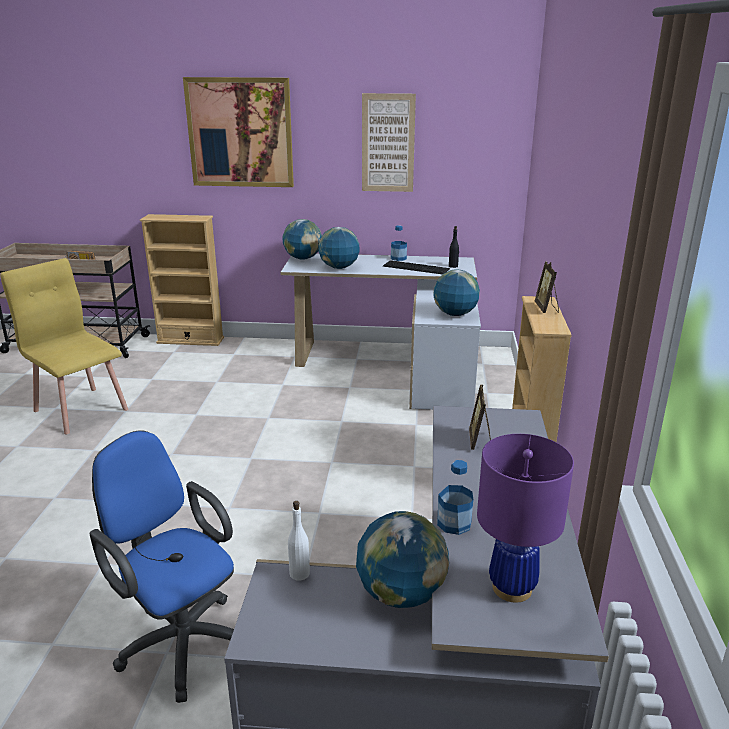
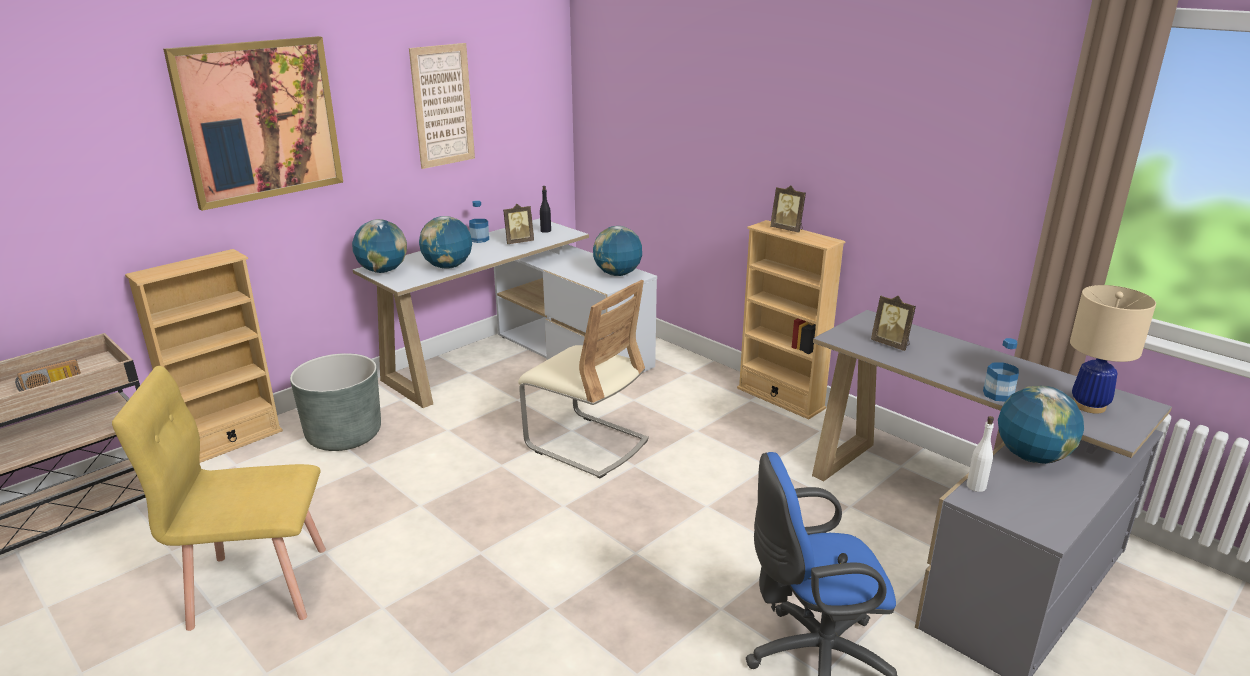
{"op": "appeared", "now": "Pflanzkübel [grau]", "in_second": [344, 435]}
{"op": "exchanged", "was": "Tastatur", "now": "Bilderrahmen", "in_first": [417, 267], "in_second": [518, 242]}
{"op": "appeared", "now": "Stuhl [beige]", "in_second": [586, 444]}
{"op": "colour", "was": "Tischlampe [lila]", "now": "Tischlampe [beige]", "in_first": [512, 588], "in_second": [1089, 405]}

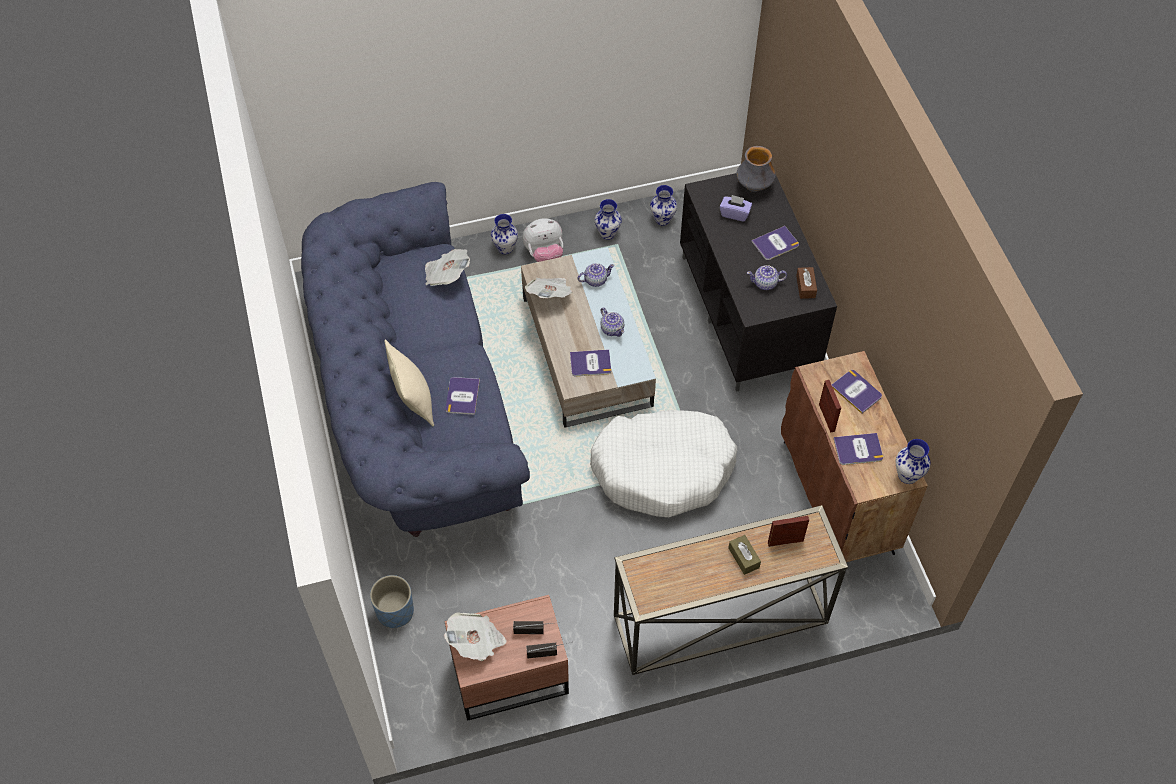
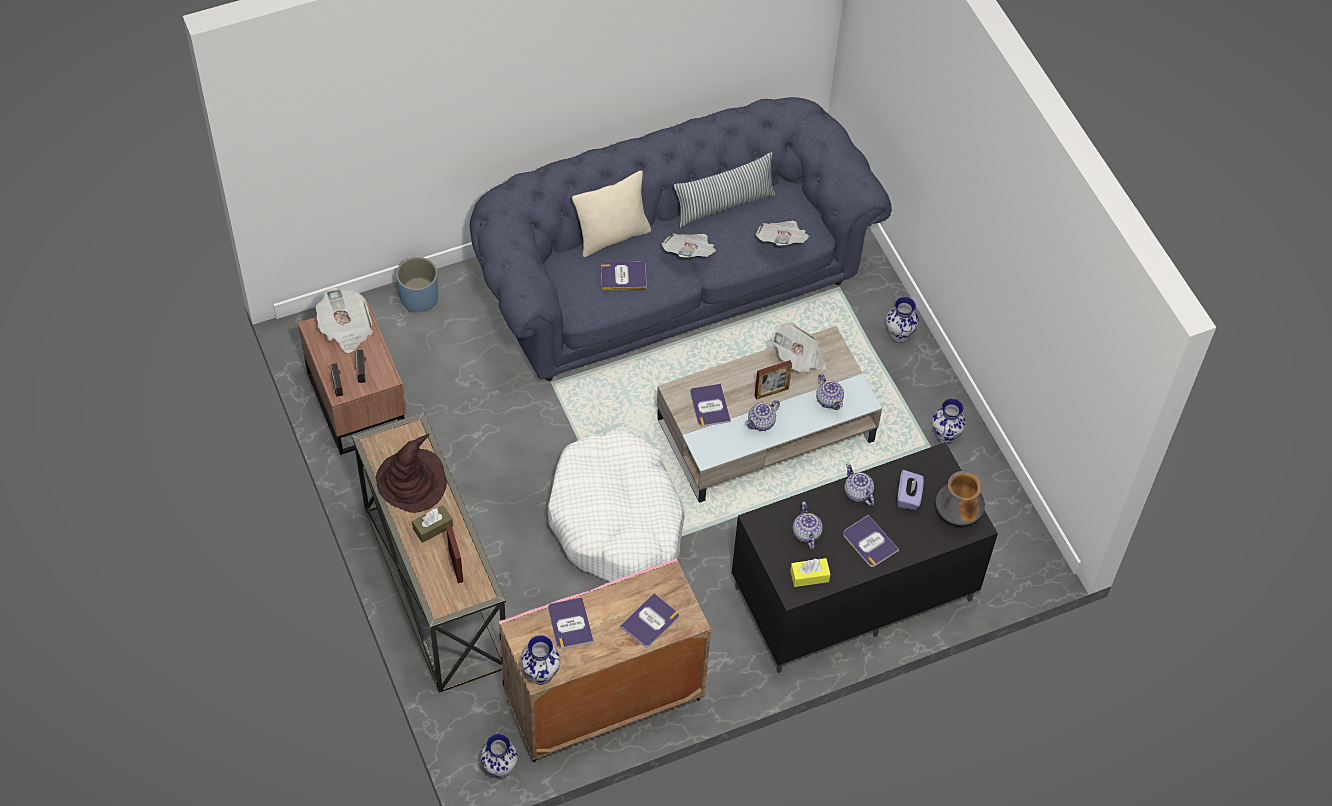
{"op": "appeared", "now": "Hut [braun]", "in_second": [412, 481]}
{"op": "relocated", "was": "Vase", "in_first": [663, 219], "in_second": [500, 769]}
{"op": "colour", "was": "Schrank [braun]", "now": "Schrank [rosa]", "in_first": [838, 497], "in_second": [602, 701]}
{"op": "appeared", "now": "Zeitung", "in_second": [689, 253]}
{"op": "appeared", "now": "Kissen", "in_second": [724, 205]}
{"op": "relocated", "was": "Bilderrahmen", "in_first": [826, 418], "in_second": [771, 392]}
{"op": "colour", "was": "Taschentuchbox [braun]", "now": "Taschentuchbox [gelb]", "in_first": [805, 286], "in_second": [809, 576]}
{"op": "appeared", "now": "Teekanne", "in_second": [858, 493]}
{"op": "missing", "was": "Plüschtier", "in_first": [544, 254]}

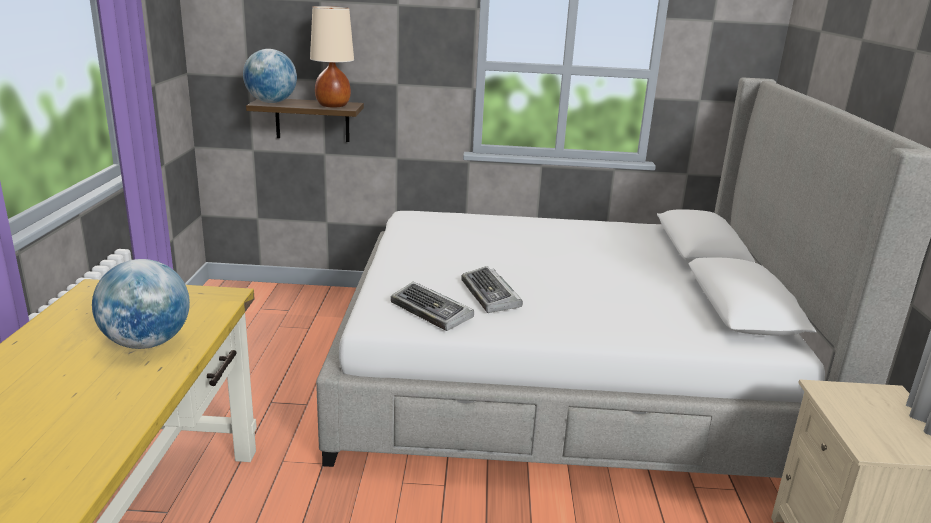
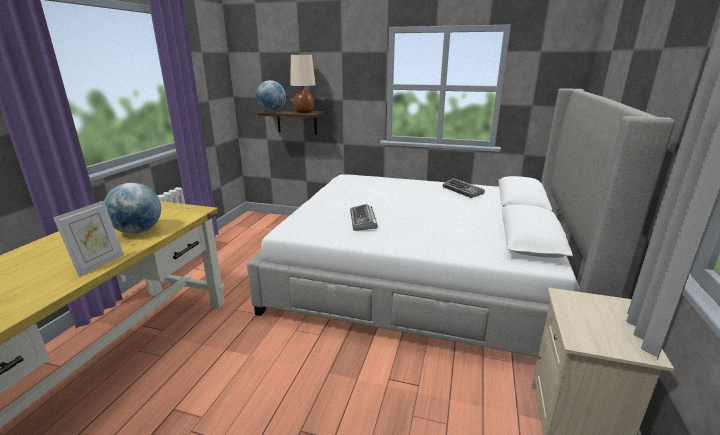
{"op": "appeared", "now": "Bilderrahmen", "in_second": [99, 264]}
{"op": "relocated", "was": "Tastatur", "in_first": [432, 312], "in_second": [463, 191]}

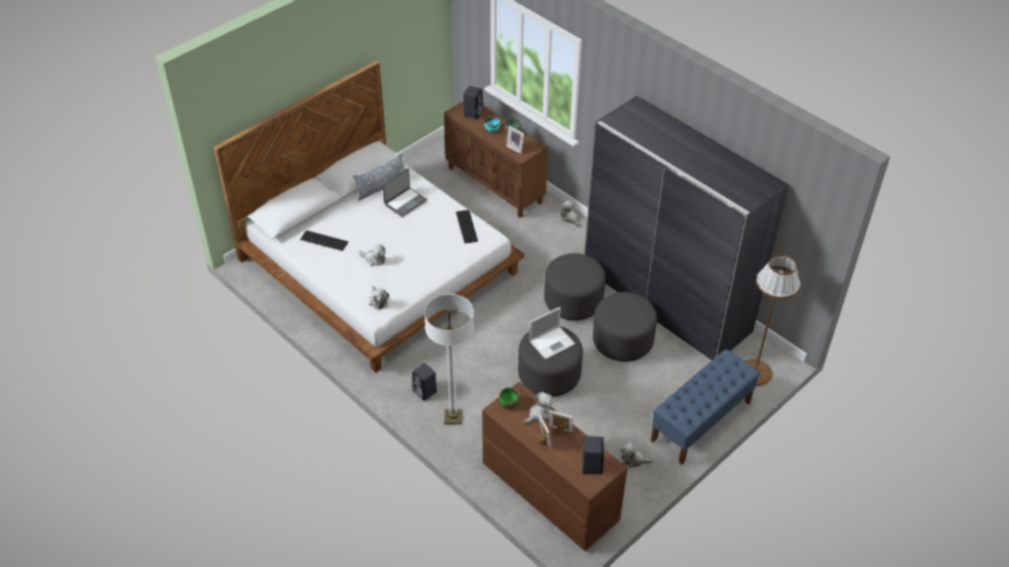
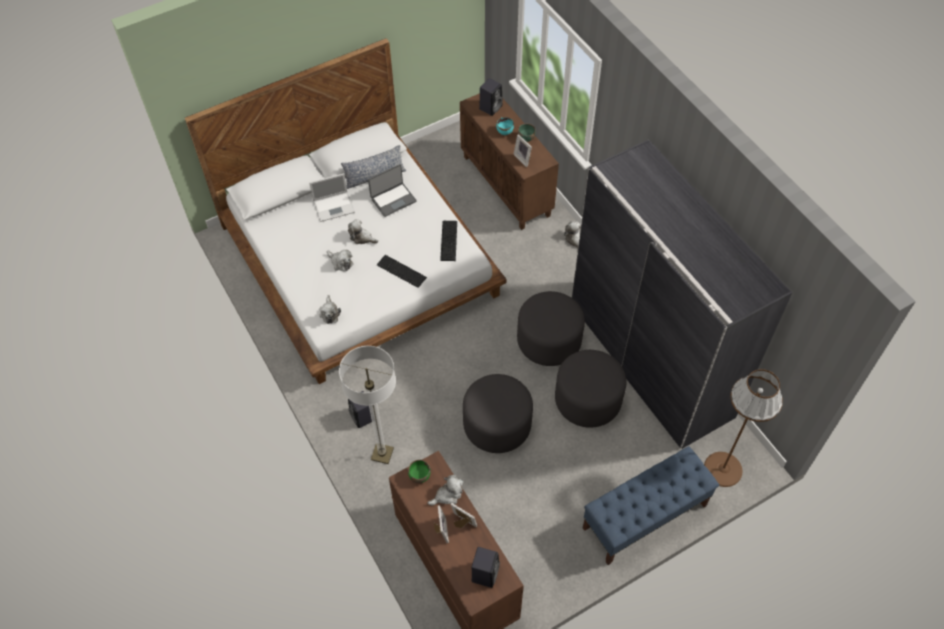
{"op": "relocated", "was": "Laptop", "in_first": [552, 342], "in_second": [334, 206]}
{"op": "relocated", "was": "Plüschtier", "in_first": [633, 460], "in_second": [362, 238]}
{"op": "relocated", "was": "Tastatur", "in_first": [324, 241], "in_second": [401, 272]}

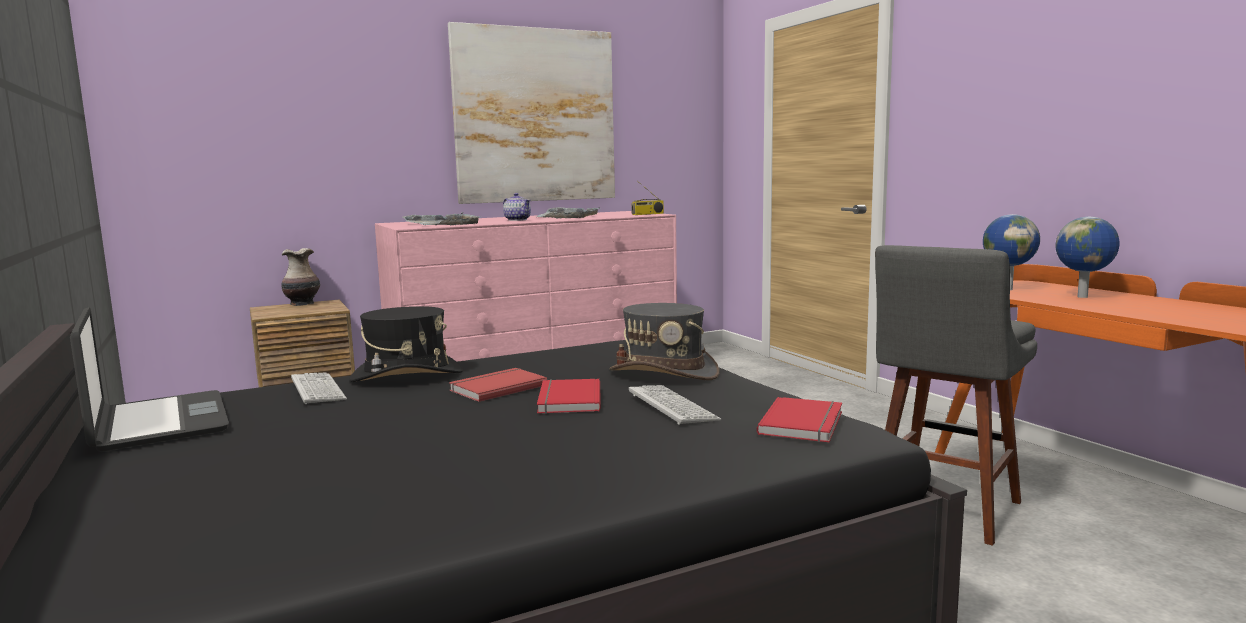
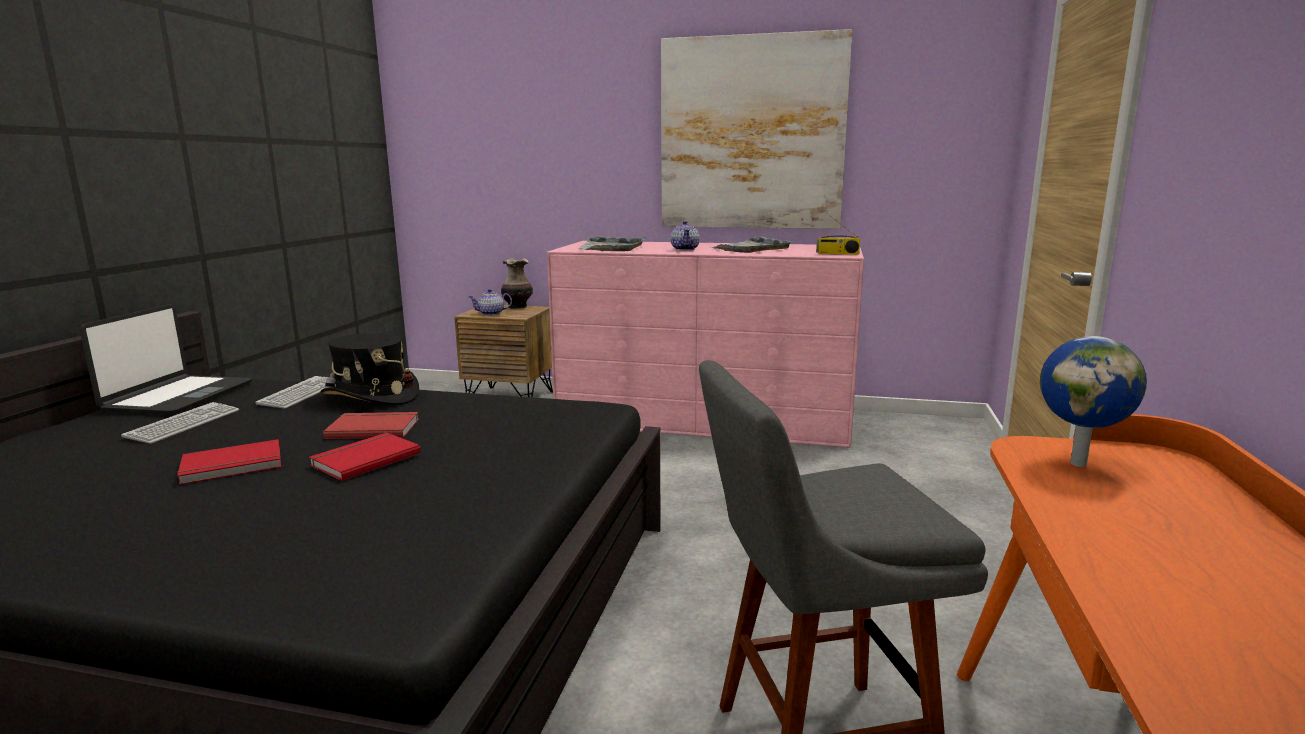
{"op": "relocated", "was": "Tastatur", "in_first": [672, 406], "in_second": [184, 424]}
{"op": "relocated", "was": "Buch [rot]", "in_first": [804, 423], "in_second": [232, 466]}
{"op": "appeared", "now": "Teekanne", "in_second": [491, 313]}
{"op": "missing", "was": "Hut [grau]", "in_first": [664, 373]}
{"op": "missing", "was": "Globus", "in_first": [1083, 297]}

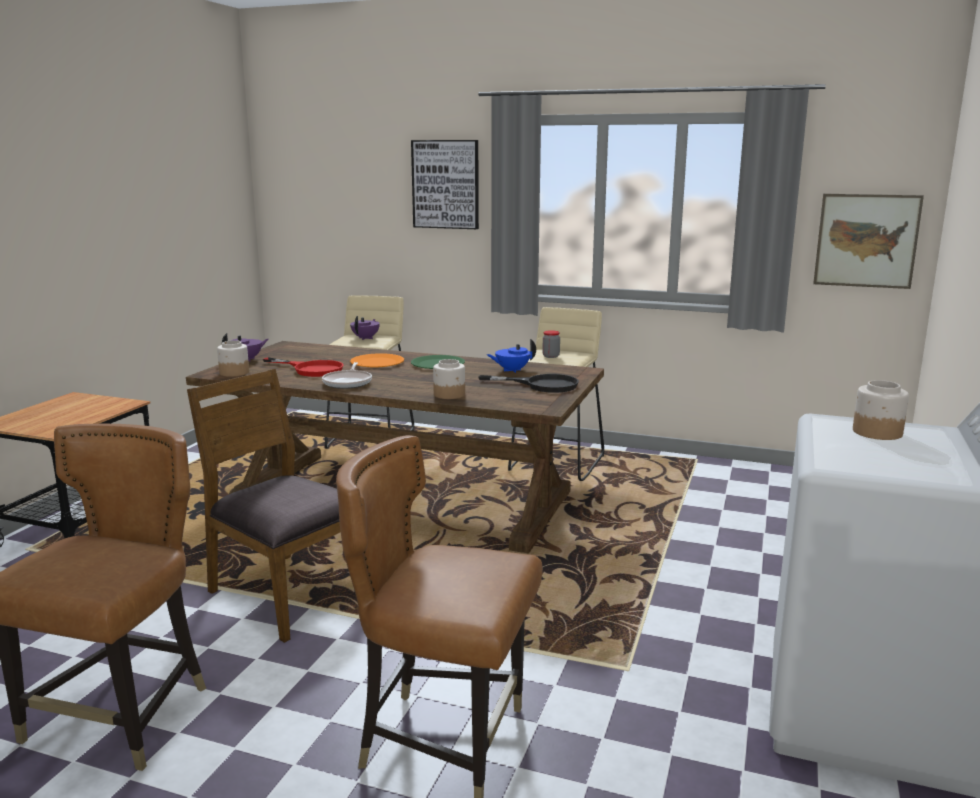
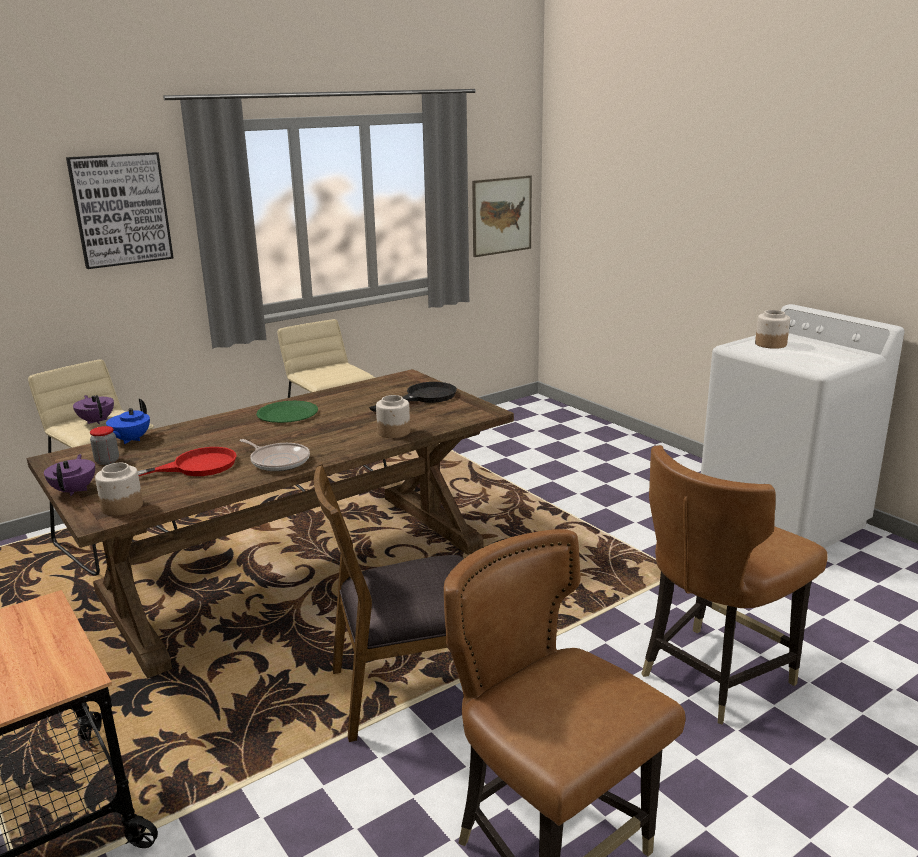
{"op": "relocated", "was": "Vorratsglas", "in_first": [551, 356], "in_second": [107, 461]}
{"op": "relocated", "was": "Teekanne [blau]", "in_first": [511, 370], "in_second": [130, 440]}
{"op": "missing", "was": "Teller [orange]", "in_first": [377, 362]}

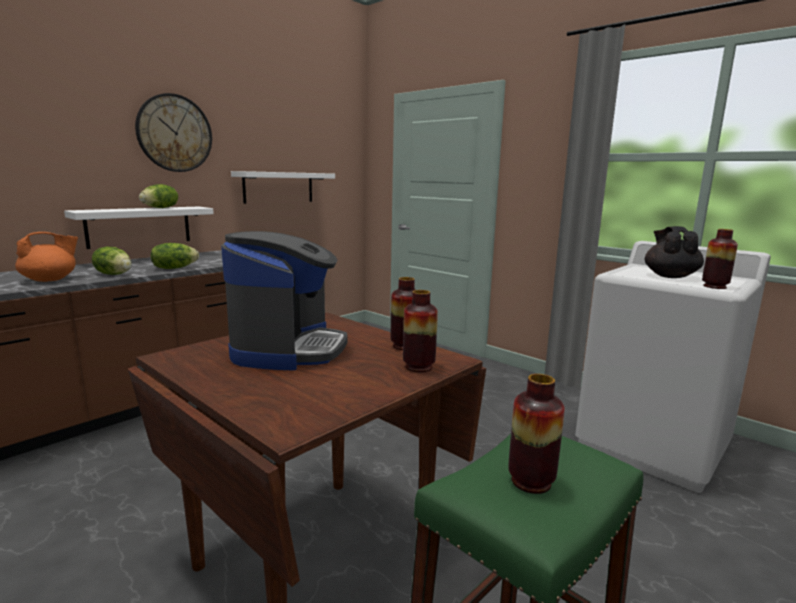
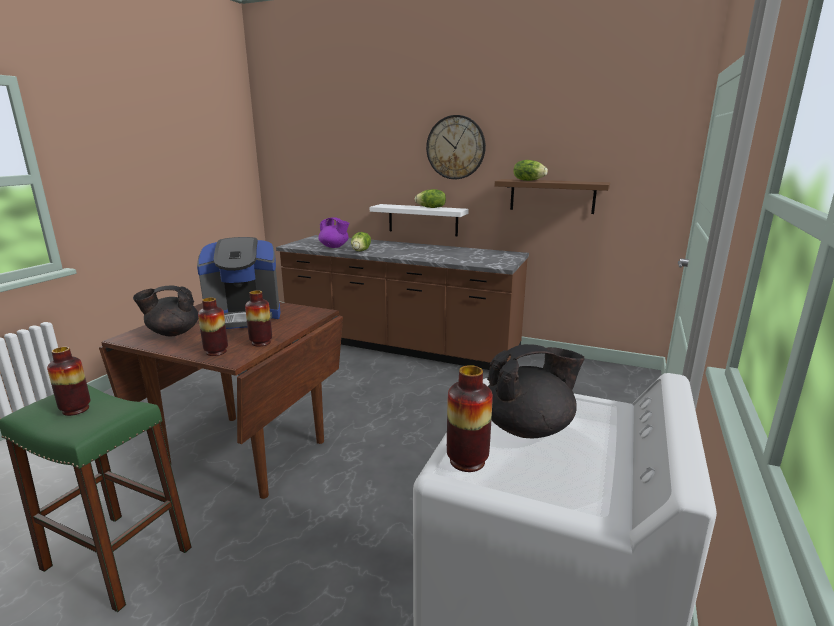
{"op": "appeared", "now": "Teekanne [schwarz]", "in_second": [173, 333]}
{"op": "colour", "was": "Teekanne [orange]", "now": "Teekanne [lila]", "in_first": [50, 280], "in_second": [334, 247]}
{"op": "colour", "was": "Wandregal [weiß]", "now": "Wandregal [braun]", "in_first": [278, 187], "in_second": [552, 196]}
{"op": "relocated", "was": "Salatkopf", "in_first": [174, 268], "in_second": [528, 180]}

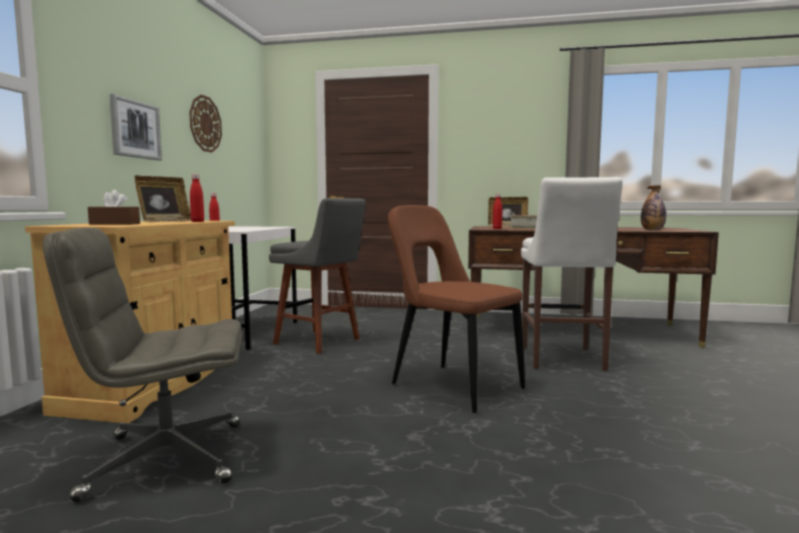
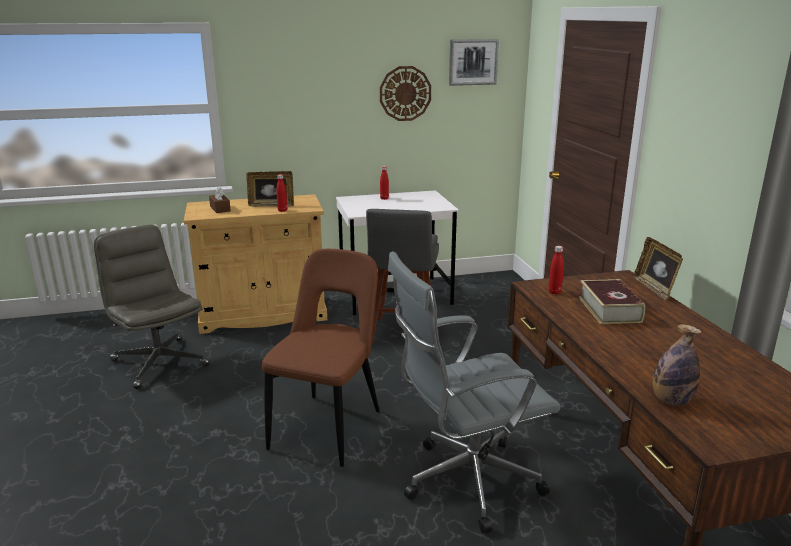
{"op": "exchanged", "was": "Hocker [weiß]", "now": "Bürostuhl [grau]", "in_first": [562, 360], "in_second": [465, 483]}
{"op": "relocated", "was": "Bild", "in_first": [135, 129], "in_second": [473, 62]}

